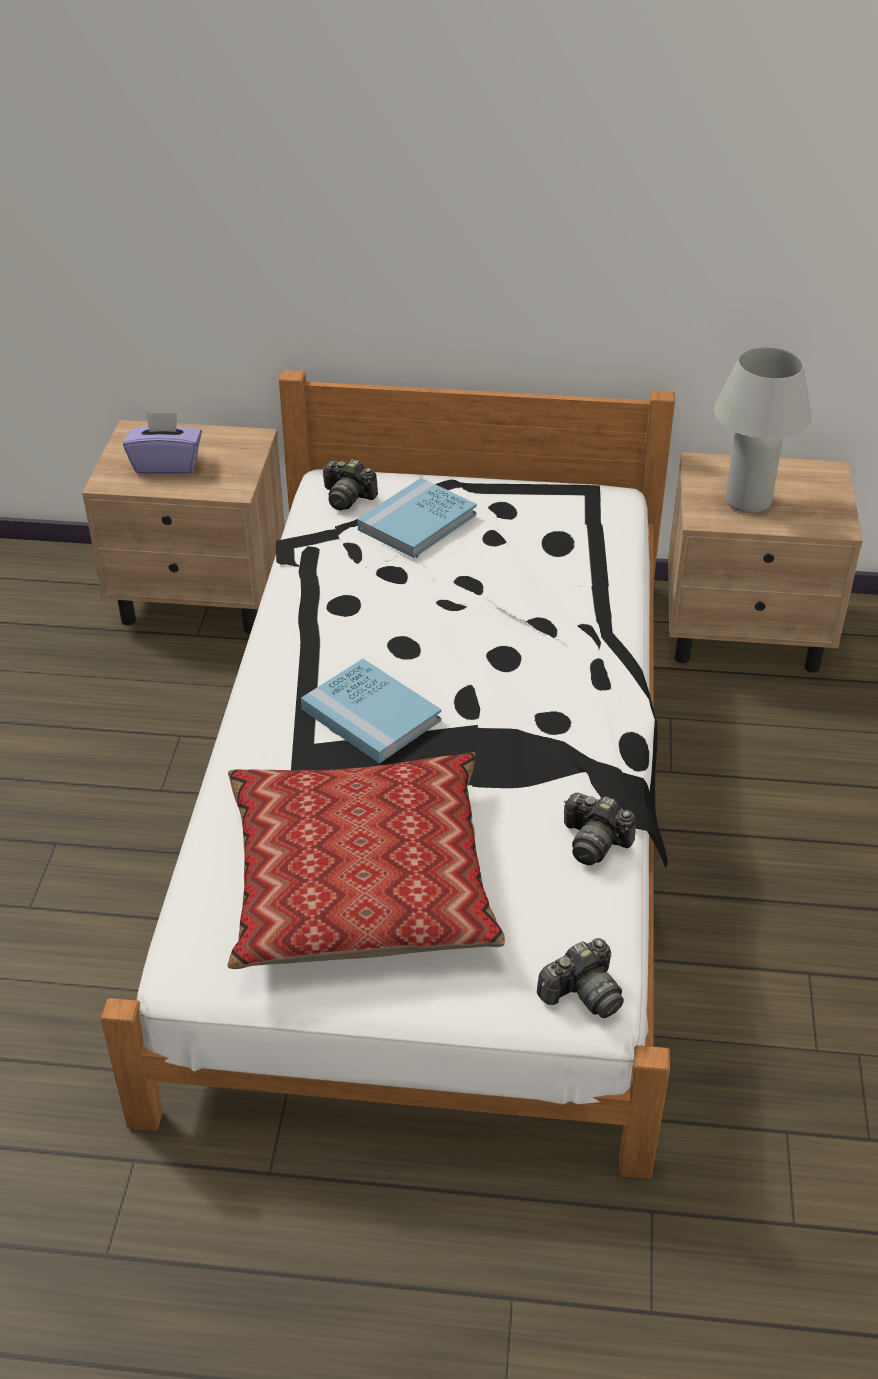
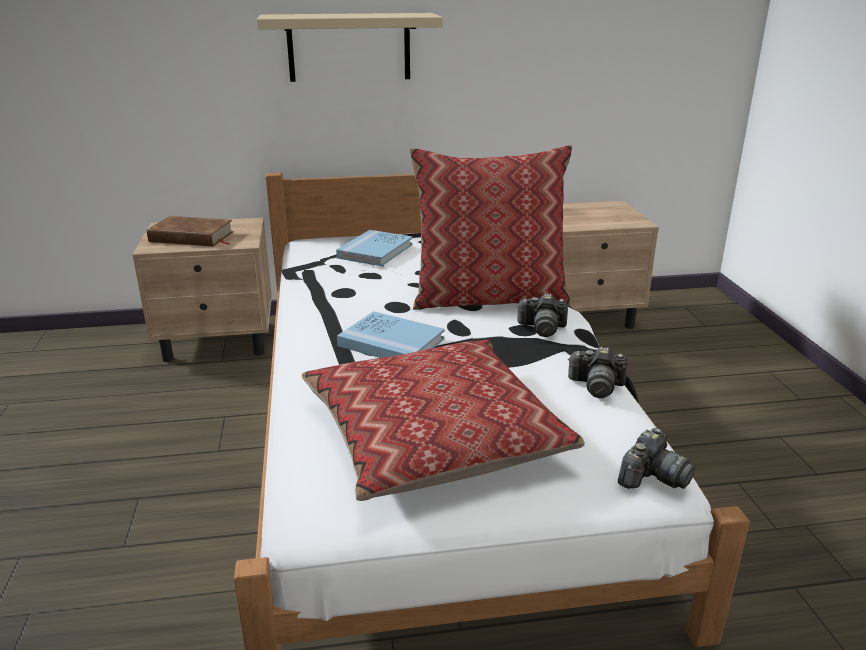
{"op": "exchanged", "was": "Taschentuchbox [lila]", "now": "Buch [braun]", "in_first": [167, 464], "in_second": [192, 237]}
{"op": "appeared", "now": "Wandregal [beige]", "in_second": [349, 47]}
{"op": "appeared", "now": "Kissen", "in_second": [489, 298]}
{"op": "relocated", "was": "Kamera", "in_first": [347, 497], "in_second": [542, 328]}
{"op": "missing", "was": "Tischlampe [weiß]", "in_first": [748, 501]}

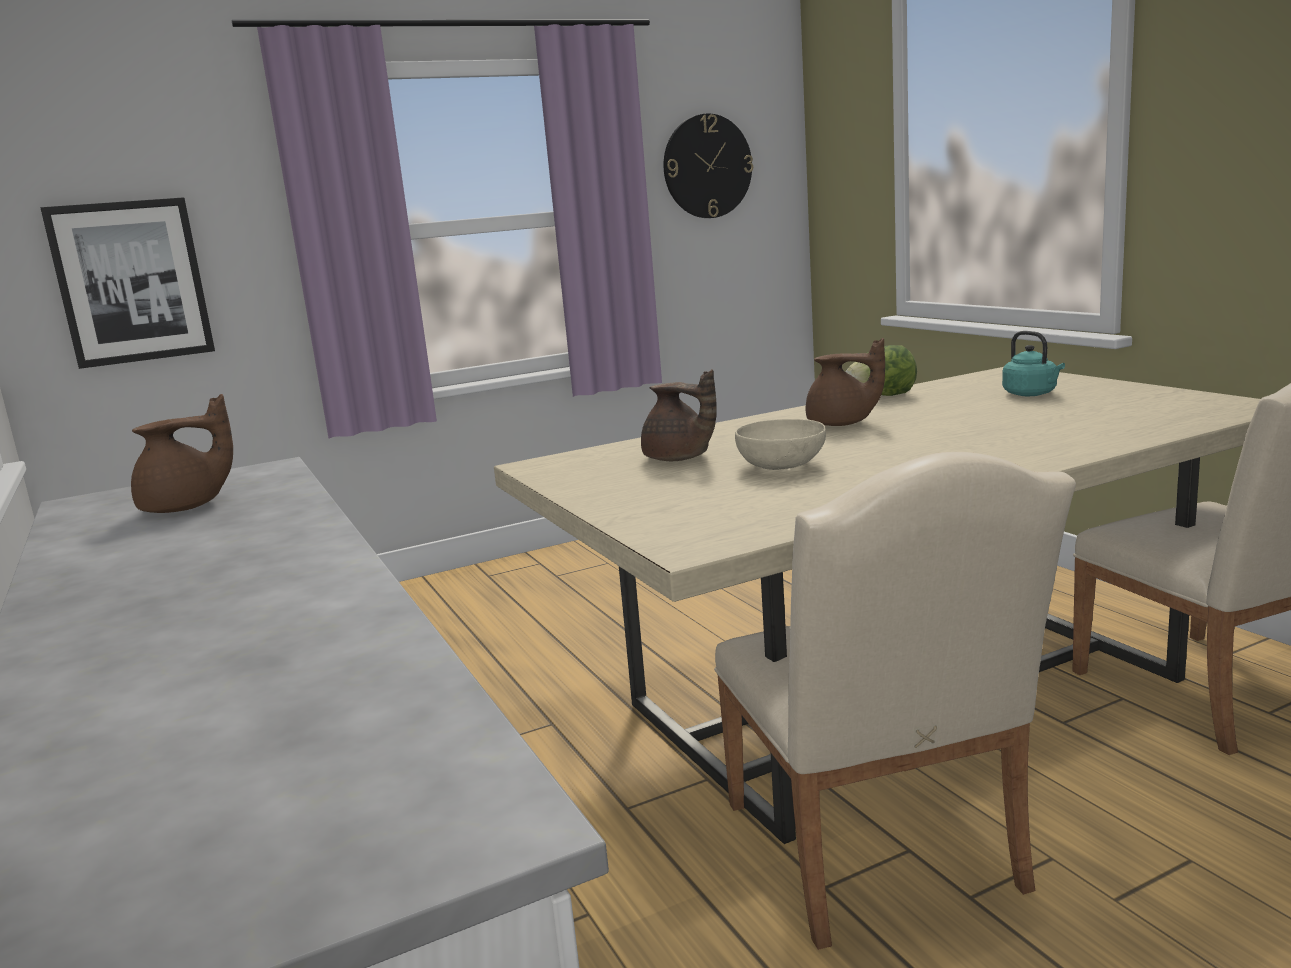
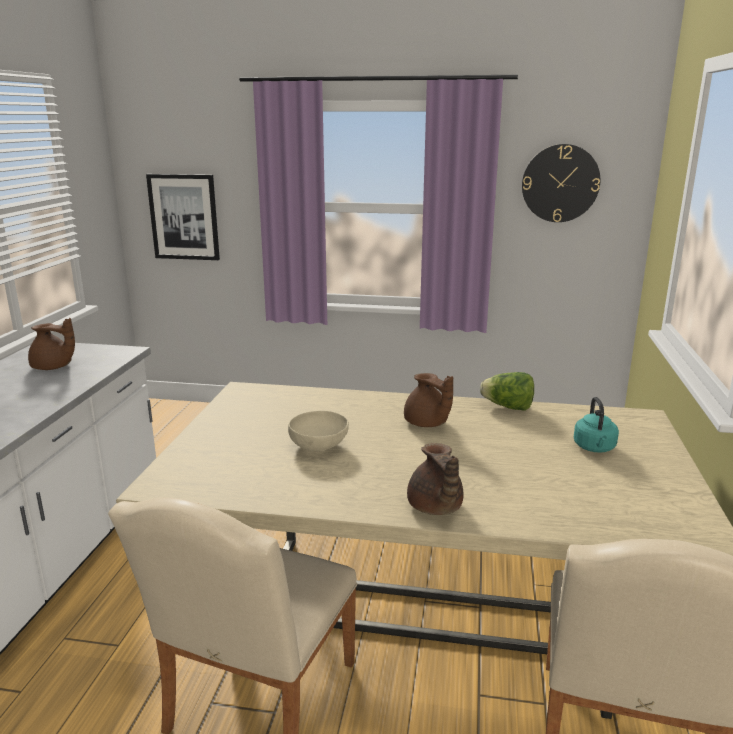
{"op": "relocated", "was": "Teekanne [braun]", "in_first": [678, 459], "in_second": [435, 508]}

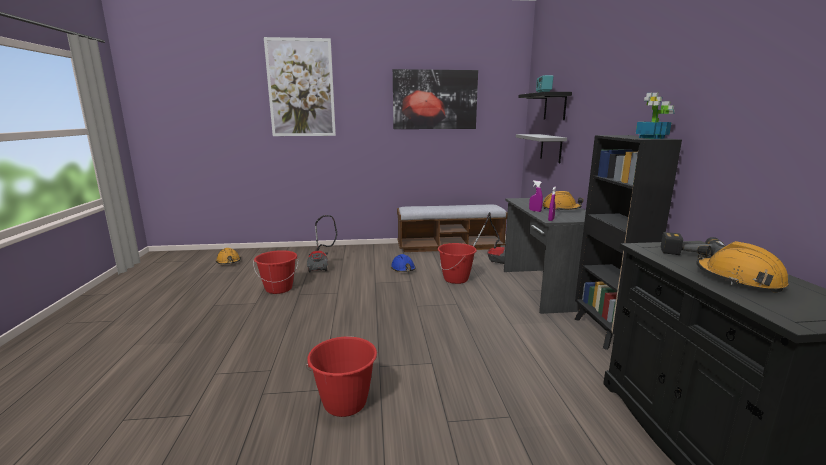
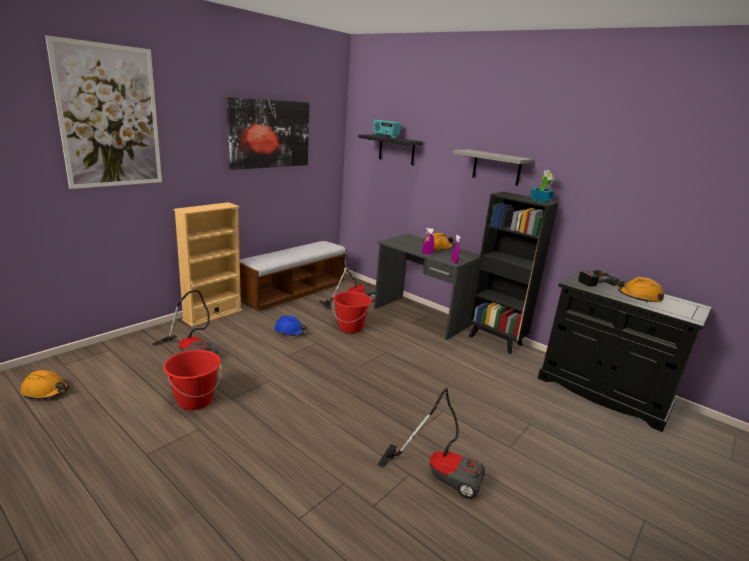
{"op": "appeared", "now": "Bücherregal [beige]", "in_second": [213, 315]}
{"op": "exchanged", "was": "Eimer [rot]", "now": "Staubsauger", "in_first": [345, 403], "in_second": [440, 473]}
{"op": "relocated", "was": "Wandregal [grau]", "in_first": [551, 148], "in_second": [496, 167]}

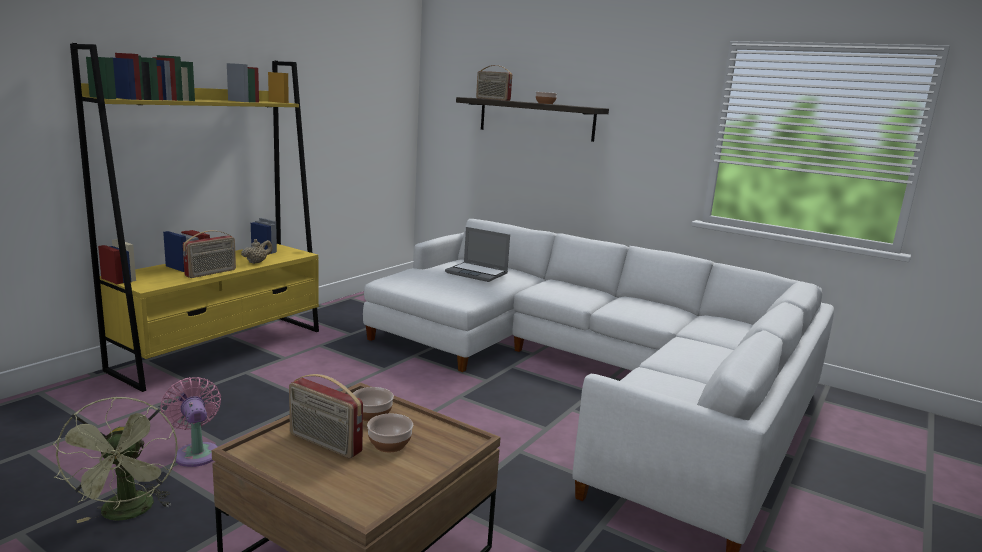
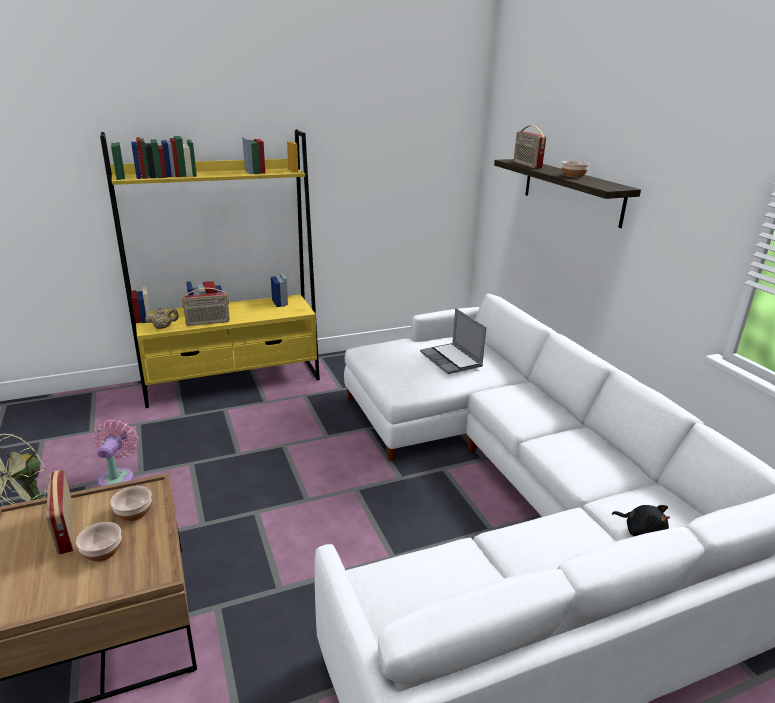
{"op": "relocated", "was": "Teekanne [beige]", "in_first": [257, 262], "in_second": [163, 327]}
{"op": "appeared", "now": "Plüschtier [schwarz]", "in_second": [641, 532]}

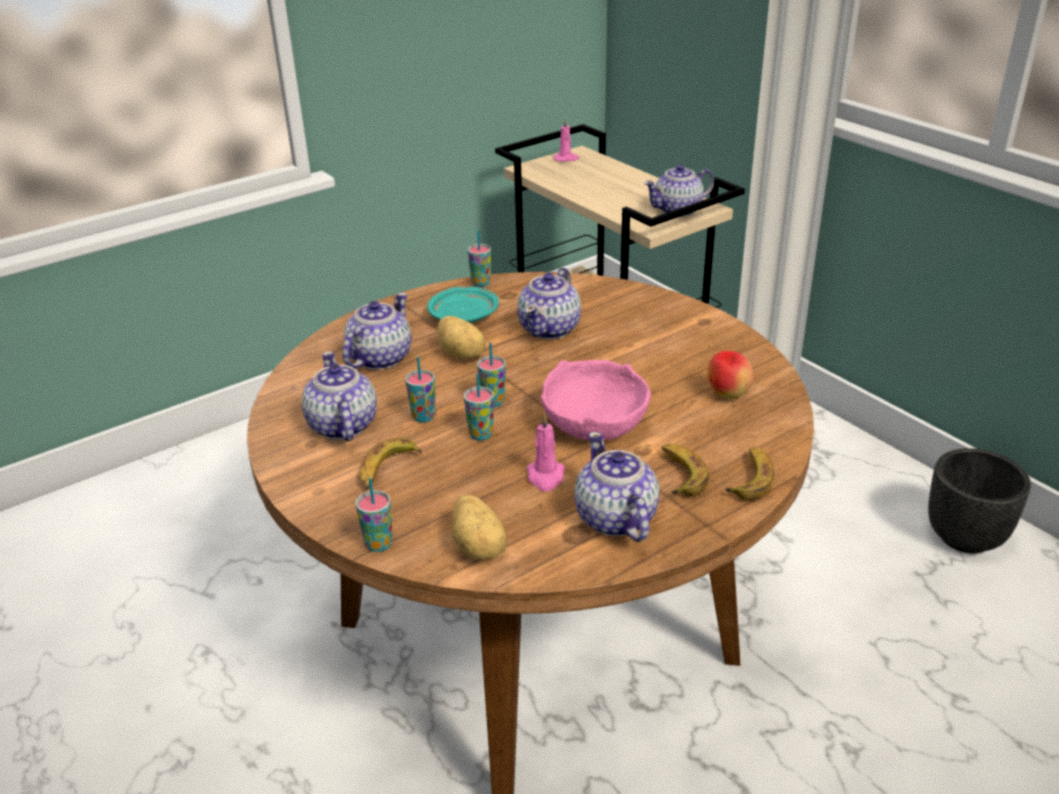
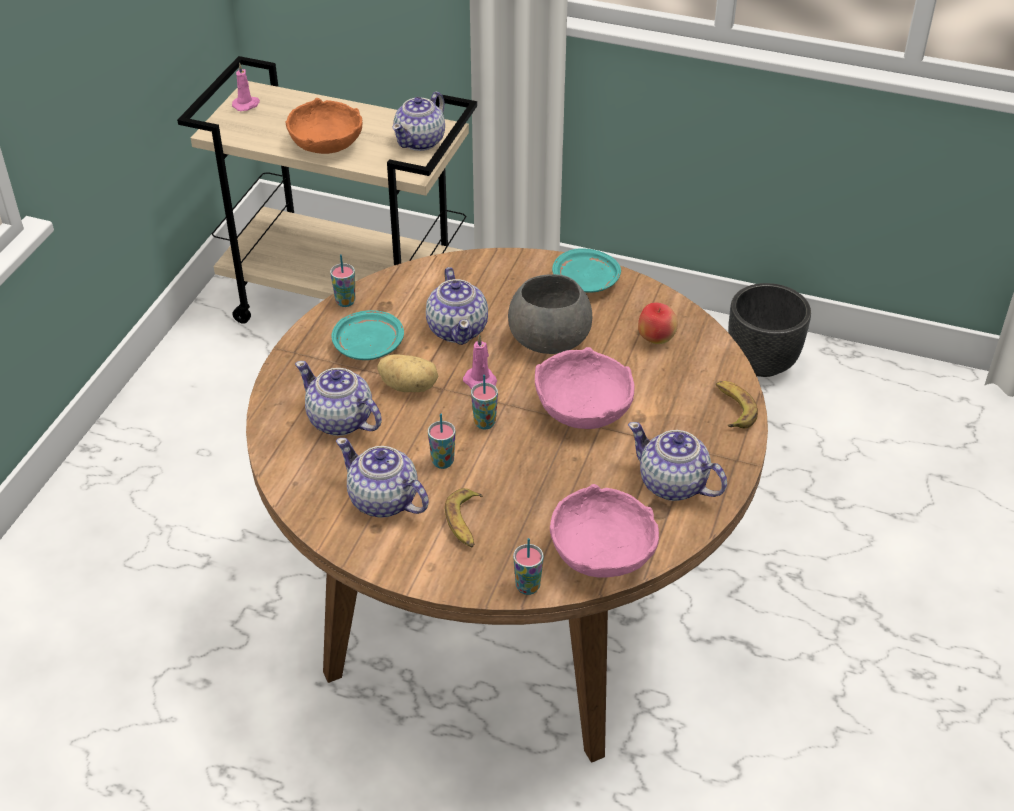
{"op": "appeared", "now": "Schüssel [orange]", "in_second": [326, 144]}
{"op": "spun", "was": "Teekanne", "in_first": [379, 358], "in_second": [340, 421], "clockwise": -45}
{"op": "relocated", "was": "Kerze [rosa]", "in_first": [545, 477], "in_second": [481, 382]}
{"op": "appeared", "now": "Schüssel [grau]", "in_second": [547, 339]}
{"op": "exchanged", "was": "Kartoffel", "now": "Schüssel [rosa]", "in_first": [480, 547], "in_second": [602, 552]}
{"op": "appeared", "now": "Teller [türkis]", "in_second": [586, 281]}
{"op": "missing", "was": "Tasse", "in_first": [481, 435]}
{"op": "missing", "was": "Banane", "in_first": [680, 474]}

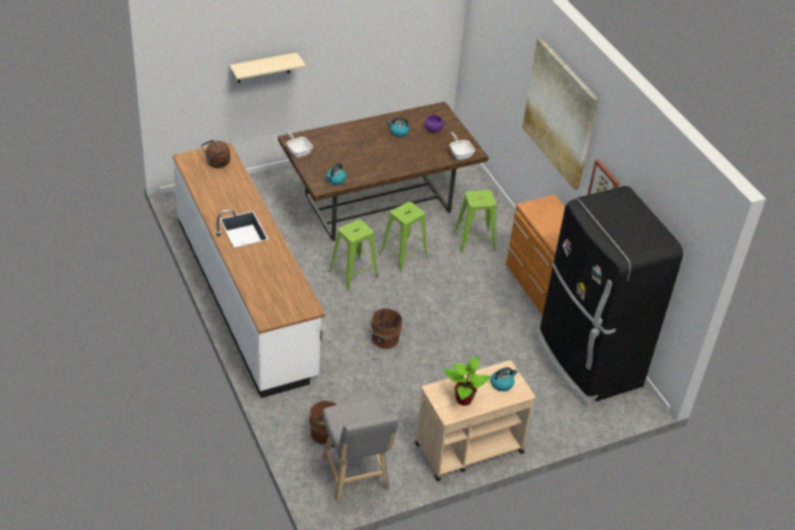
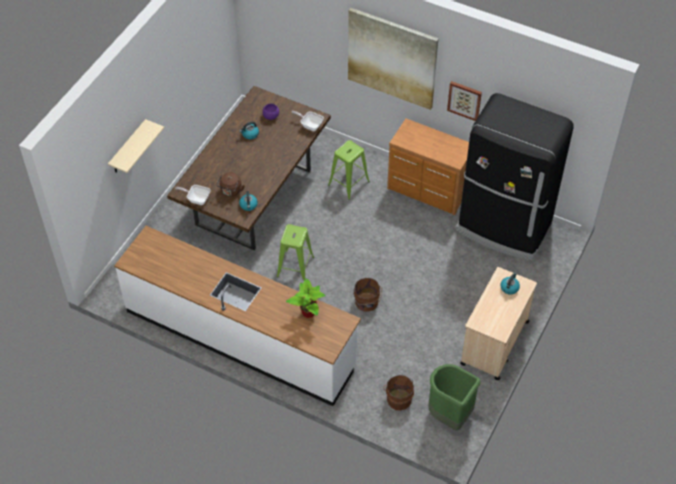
{"op": "relocated", "was": "Wasserkessel [braun]", "in_first": [216, 163], "in_second": [230, 191]}
{"op": "relocated", "was": "Topfpflanze", "in_first": [464, 399], "in_second": [308, 312]}
{"op": "exchanged", "was": "Hocker [grau]", "now": "Mülleimer [grün]", "in_first": [356, 477], "in_second": [449, 416]}
{"op": "missing", "was": "Hocker [grün]", "in_first": [403, 255]}

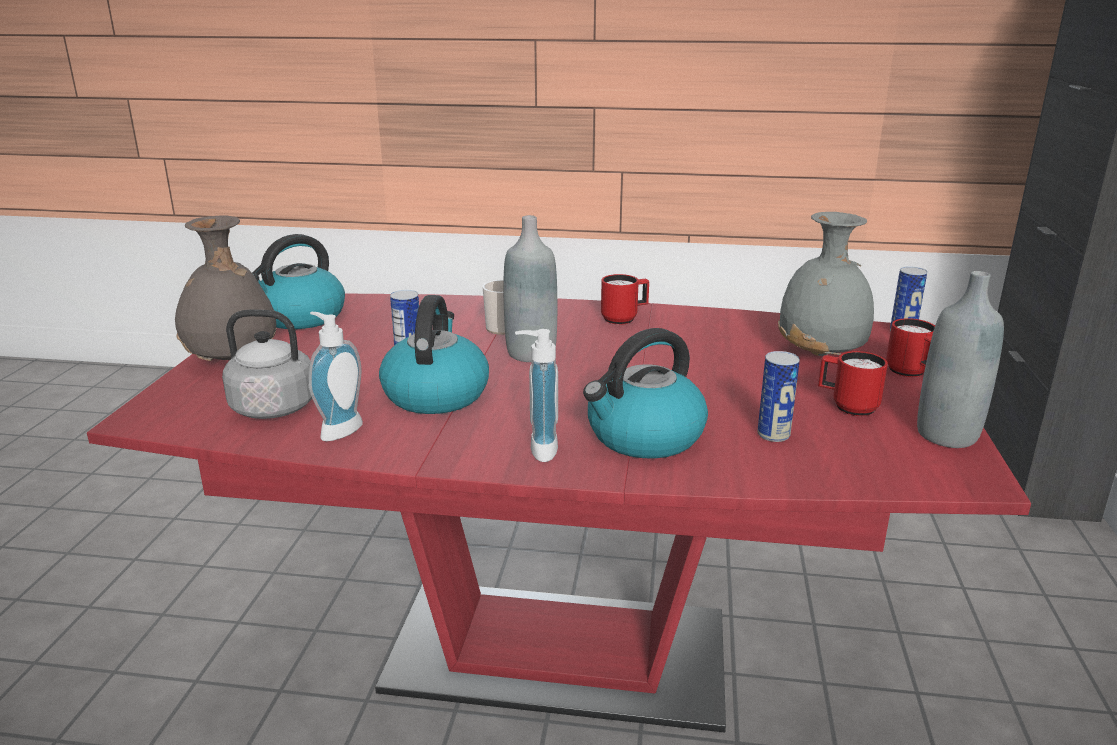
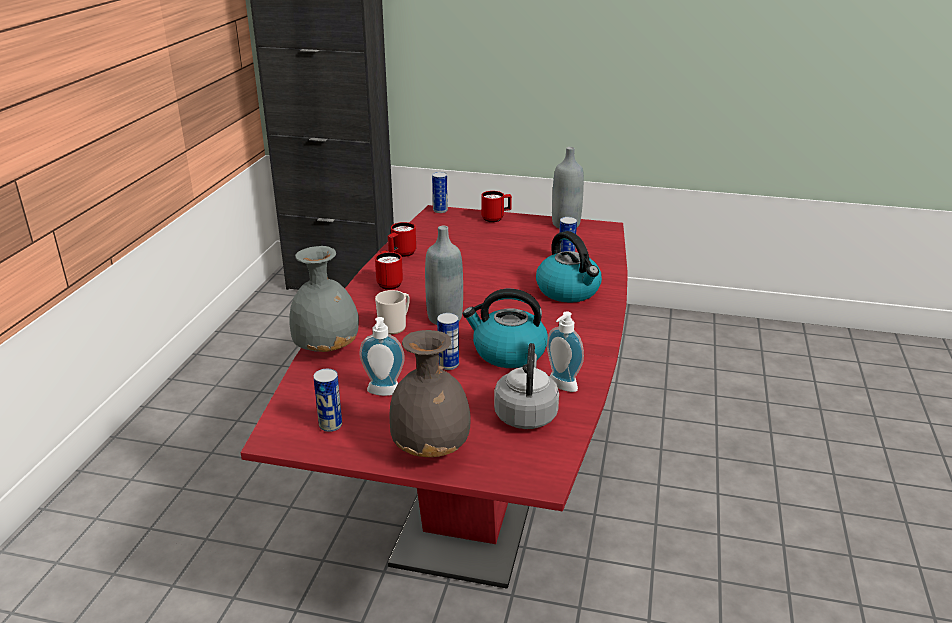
{"op": "relocated", "was": "Vase [grau]", "in_first": [821, 356], "in_second": [328, 349]}
{"op": "exchanged", "was": "Wasserkessel", "now": "Dose", "in_first": [300, 317], "in_second": [330, 425]}
{"op": "relocated", "was": "Seifenspender", "in_first": [537, 449], "in_second": [383, 393]}
{"op": "relocated", "was": "Henkelbecher [rot]", "in_first": [847, 406], "in_second": [401, 254]}

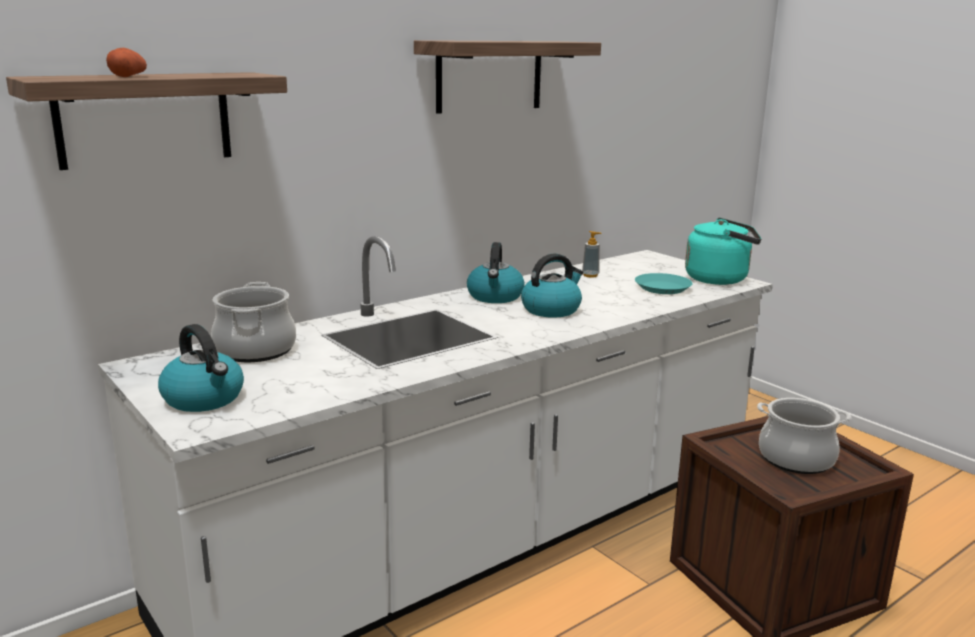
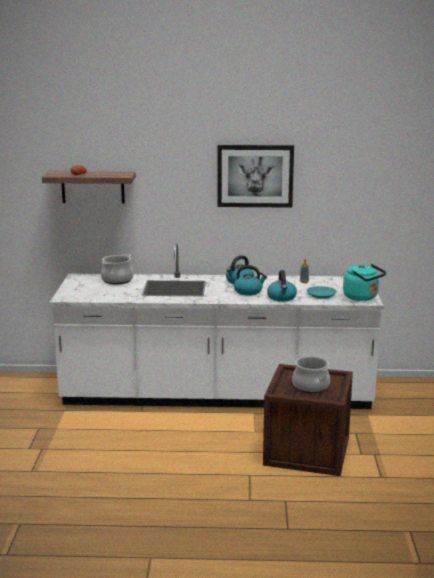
{"op": "exchanged", "was": "Wandregal", "now": "Bild", "in_first": [489, 76], "in_second": [255, 176]}
{"op": "relocated", "was": "Wasserkessel", "in_first": [204, 399], "in_second": [282, 298]}

